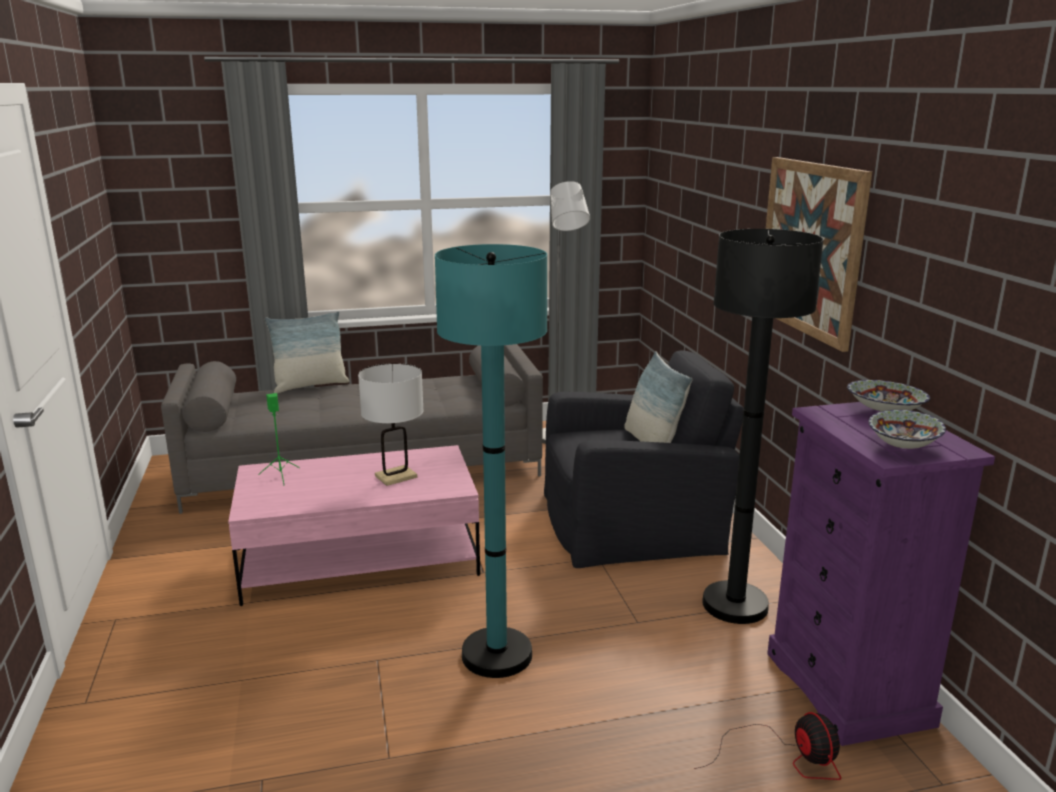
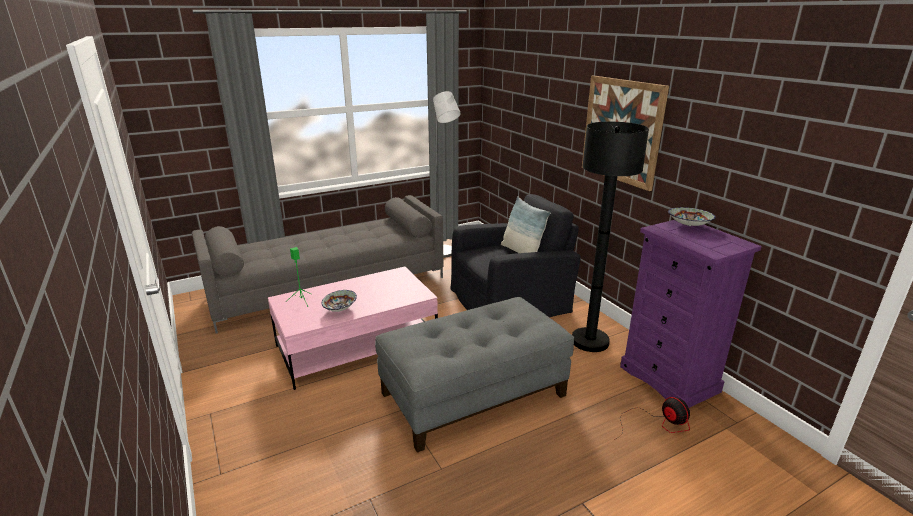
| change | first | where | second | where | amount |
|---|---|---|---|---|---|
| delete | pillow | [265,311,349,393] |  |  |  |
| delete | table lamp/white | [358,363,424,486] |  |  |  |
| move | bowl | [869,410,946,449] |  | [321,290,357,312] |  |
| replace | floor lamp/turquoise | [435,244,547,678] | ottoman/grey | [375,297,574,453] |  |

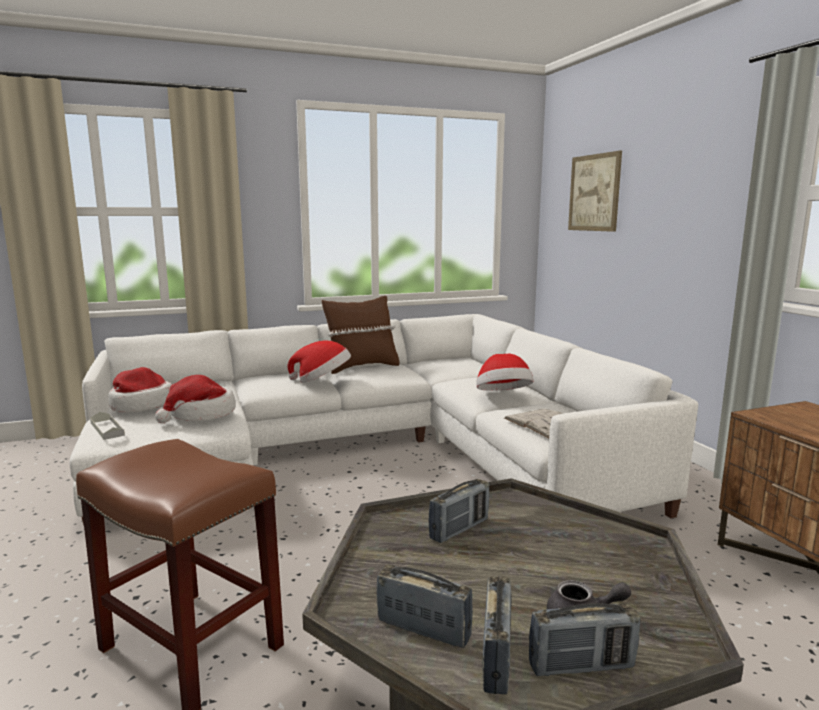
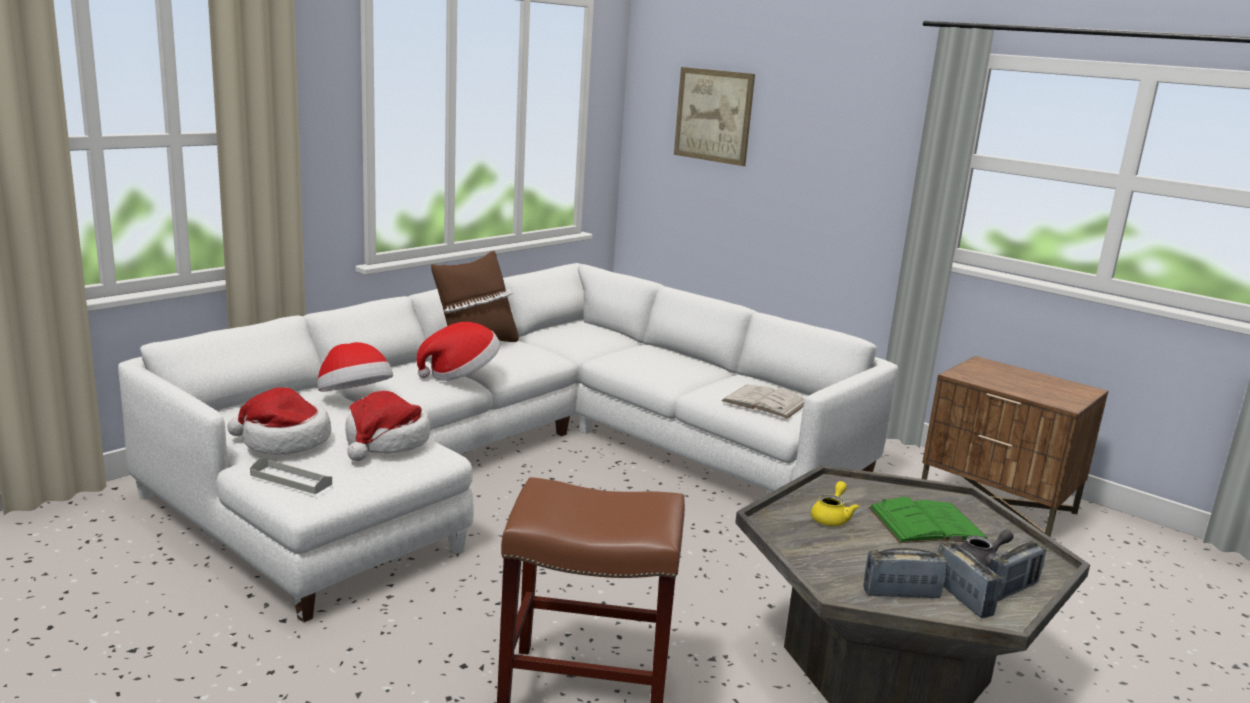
| change | first | where | second | where | amount |
|---|---|---|---|---|---|
| insert |  |  | book/green | [868,497,988,543] |  |
| move | hat | [476,354,534,390] |  | [317,342,393,392] |  |
| replace | radio | [428,479,489,543] | teapot/yellow | [811,481,859,526] |  |

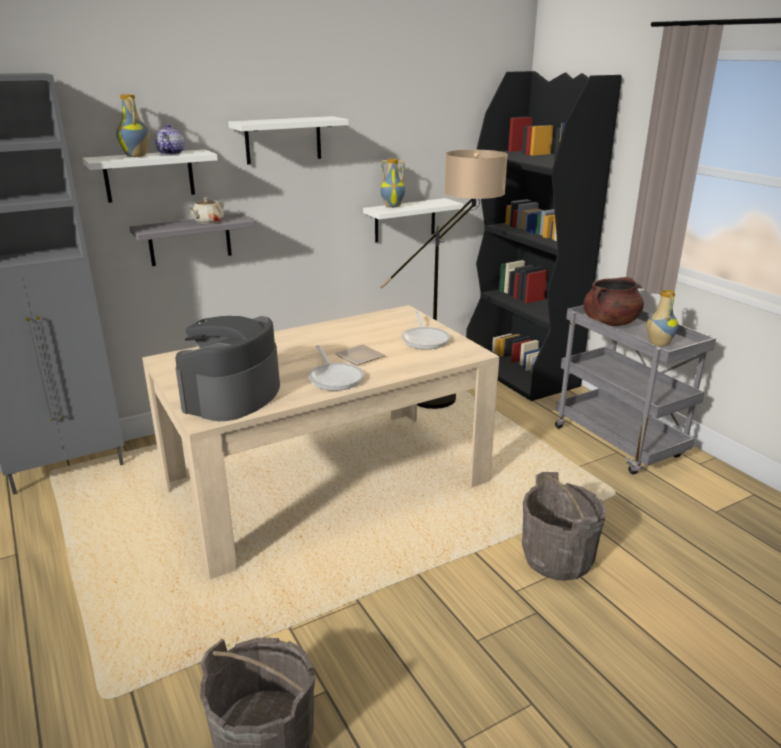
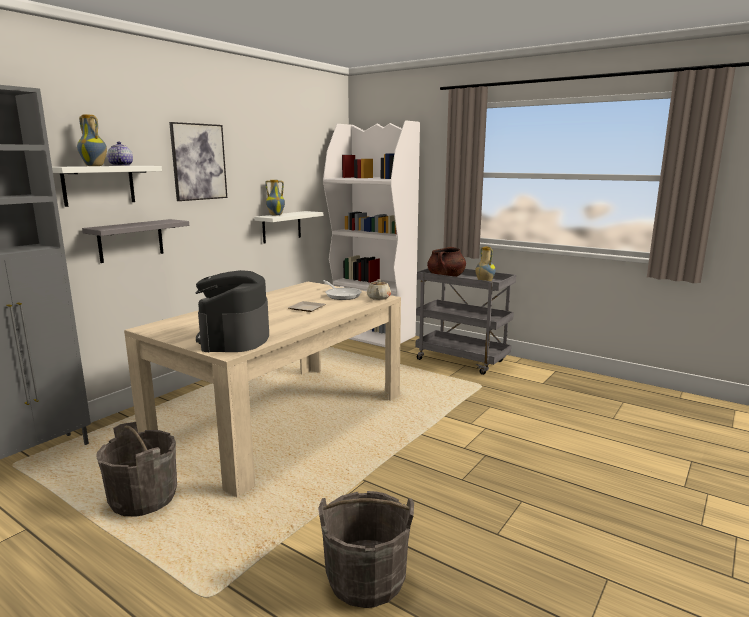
| change | first | where | second | where | amount |
|---|---|---|---|---|---|
| delete | frying pan | [308,345,364,391] |  |  |  |
| delete | floor lamp | [381,150,508,409] |  |  |  |
| move | teapot/beige | [187,197,224,224] |  | [367,279,391,300] |  |
| move | bucket/grey | [522,472,607,581] |  | [96,422,177,516] |  |
| replace | shelf/white | [228,116,349,164] | picture | [169,122,227,201] |  |
| recolor | bookcase/black | [466,71,622,401] | bookcase/white | [323,120,420,347] |  |

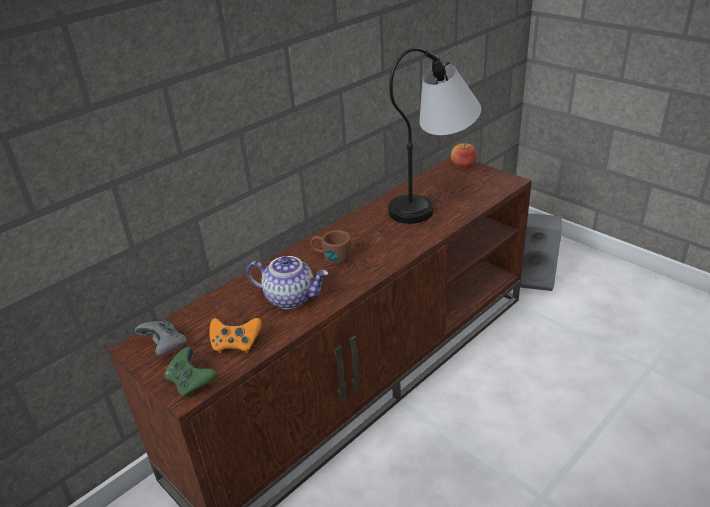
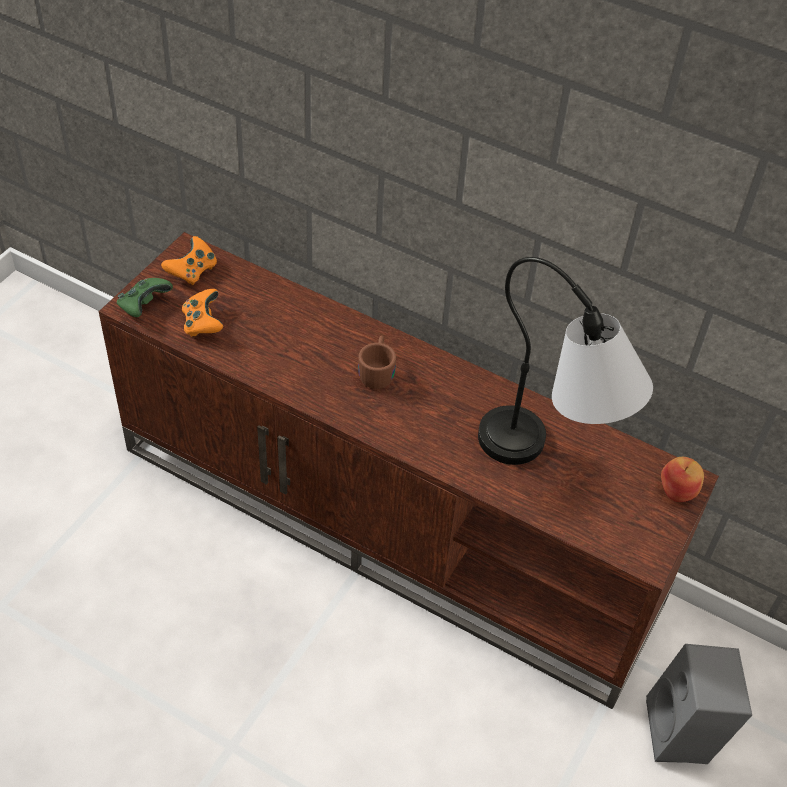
| change | first | where | second | where | amount |
|---|---|---|---|---|---|
| delete | teapot | [247,256,329,309] |  |  |  |
| recolor | game controller/grey | [135,319,187,356] | game controller/orange | [161,236,217,285] |  |

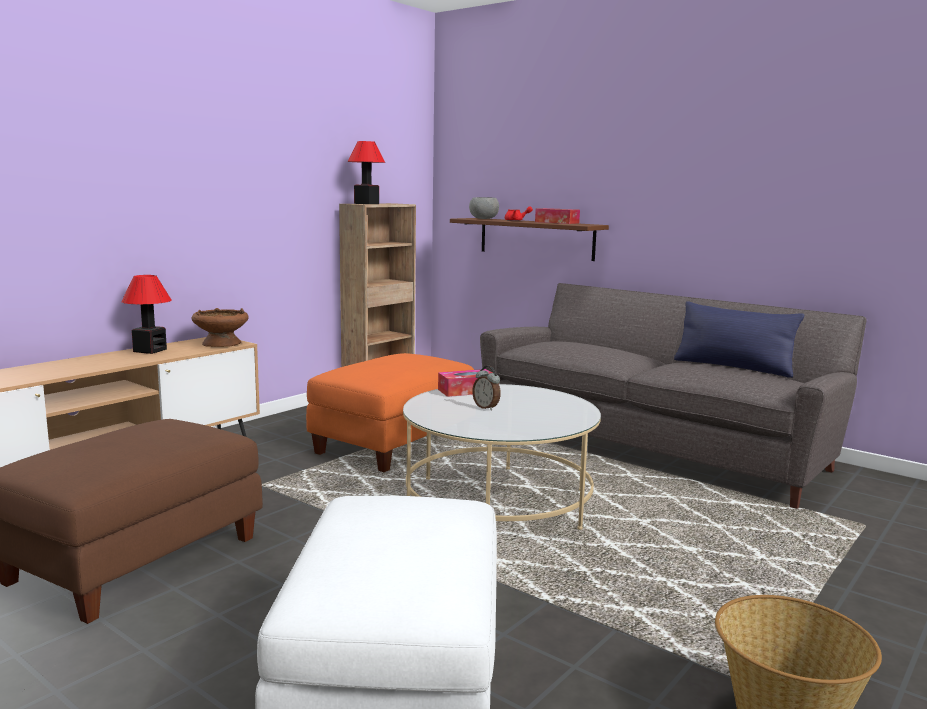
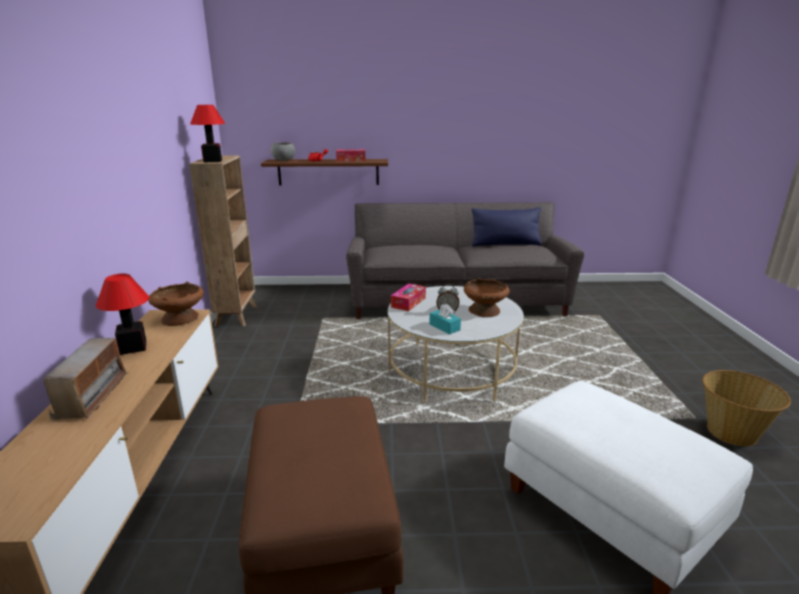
| change | first | where | second | where | amount |
|---|---|---|---|---|---|
| delete | ottoman/orange | [306,353,474,472] |  |  |  |
| insert |  |  | radio | [44,338,128,420] |  |
| insert |  |  | tissue box/turquoise | [429,304,461,334] |  |
| insert |  |  | bowl/brown | [464,278,510,317] |  |

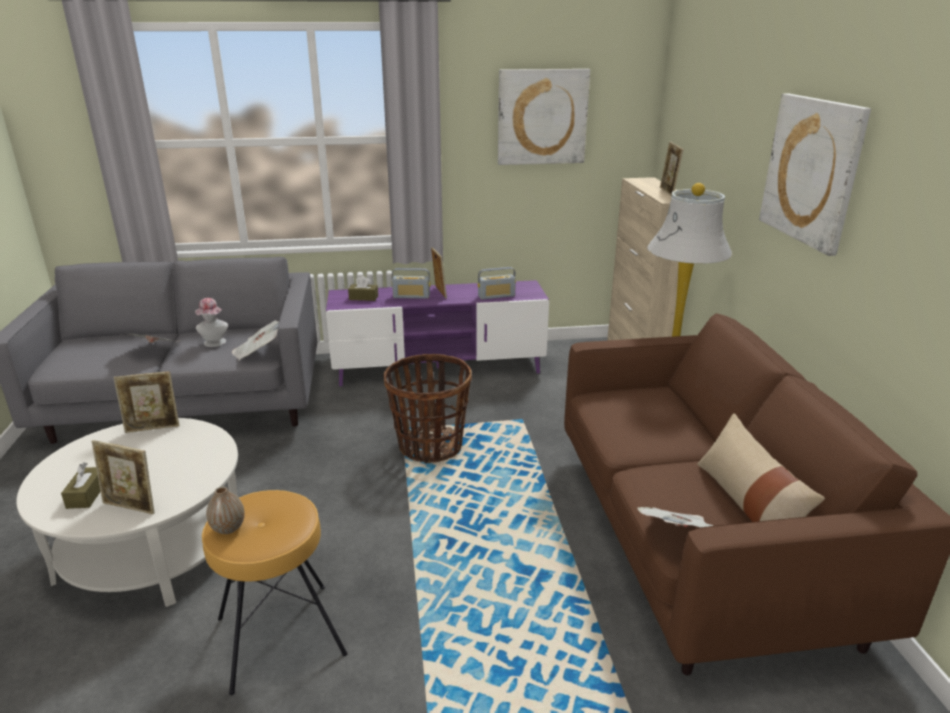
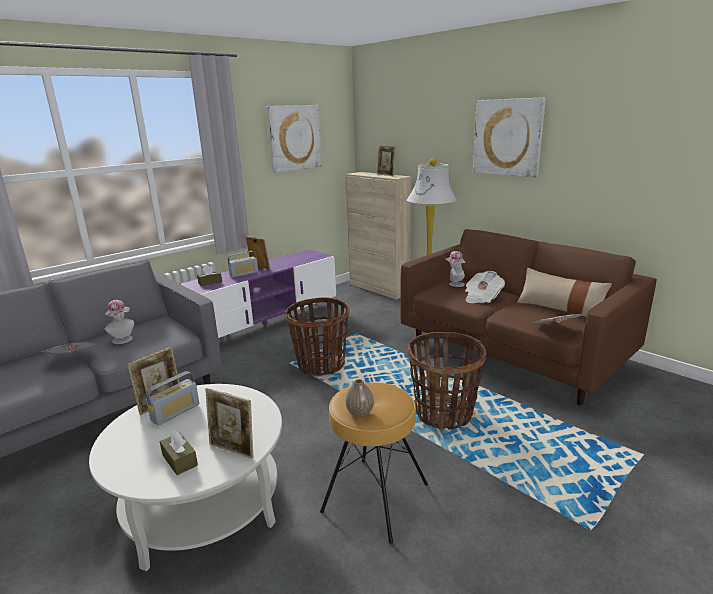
| change | first | where | second | where | amount |
|---|---|---|---|---|---|
| insert |  |  | basket | [408,332,486,430] |  |
| insert |  |  | hat | [446,251,466,287] |  |
| move | newspaper | [232,320,279,360] |  | [465,271,505,303] |  |
| move | radio | [478,267,516,300] |  | [146,371,199,426] |  |
| rotate | picture frame | [92,440,155,514] |  | [205,388,253,458] | 45 degrees clockwise |

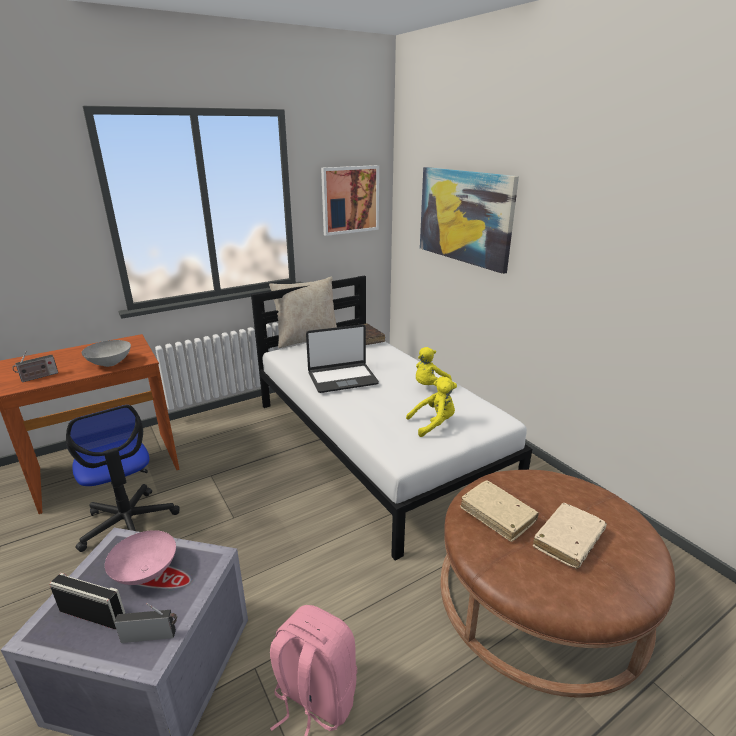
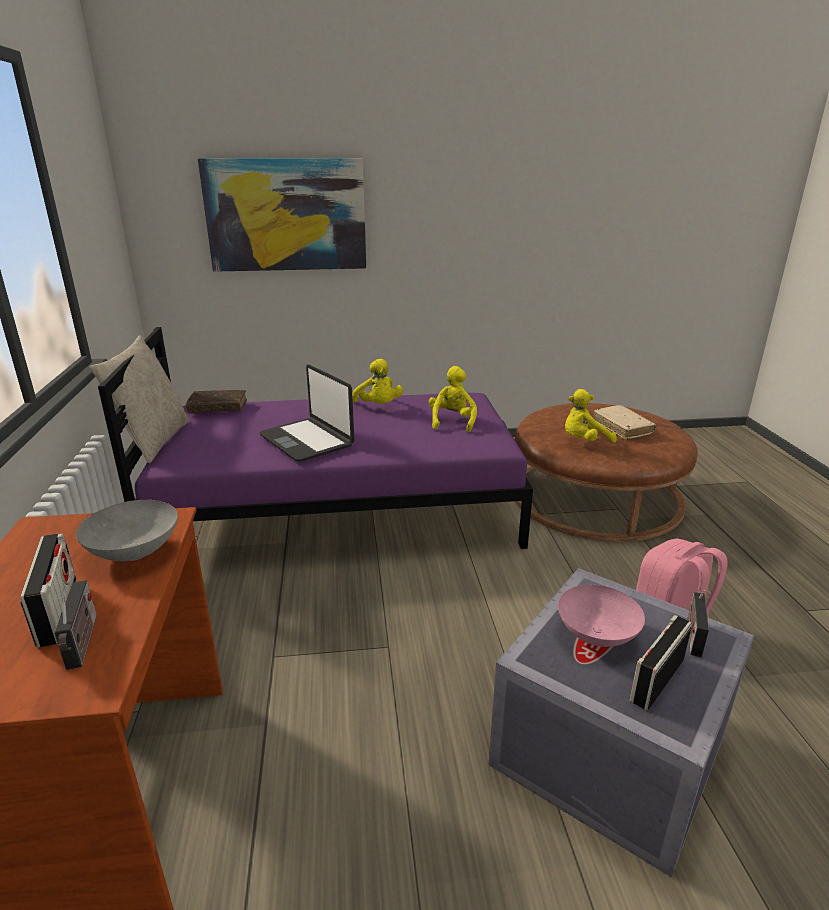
| change | first | where | second | where | amount |
|---|---|---|---|---|---|
| delete | office chair | [66,405,180,552] |  |  |  |
| delete | picture | [321,165,379,236] |  |  |  |
| insert |  |  | radio | [20,533,76,647] |  |
| replace | book/beige | [460,480,539,542] | plush toy/yellow | [565,389,617,443] |  |
| recolor | bed/white | [251,276,532,560] | bed/purple | [98,327,533,549] |  |
| rotate | laptop | [306,324,379,393] |  | [259,364,354,462] | 135 degrees clockwise |

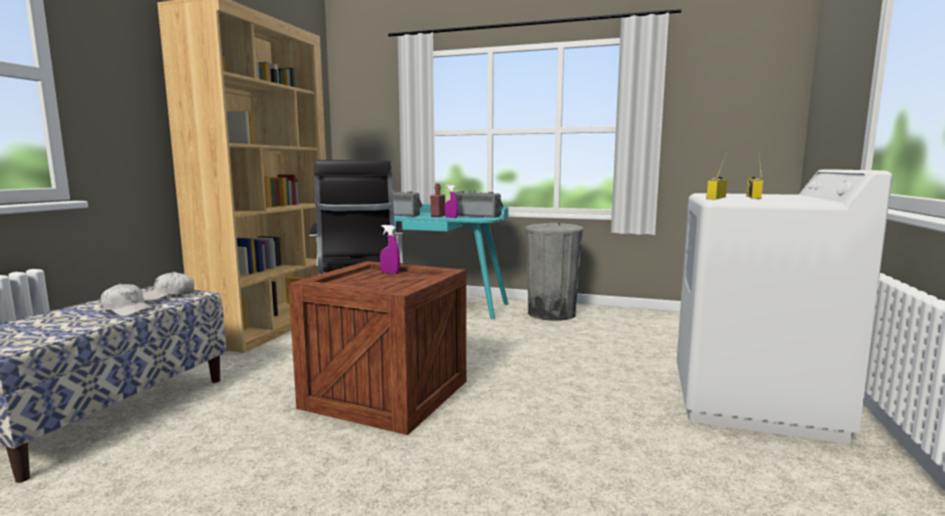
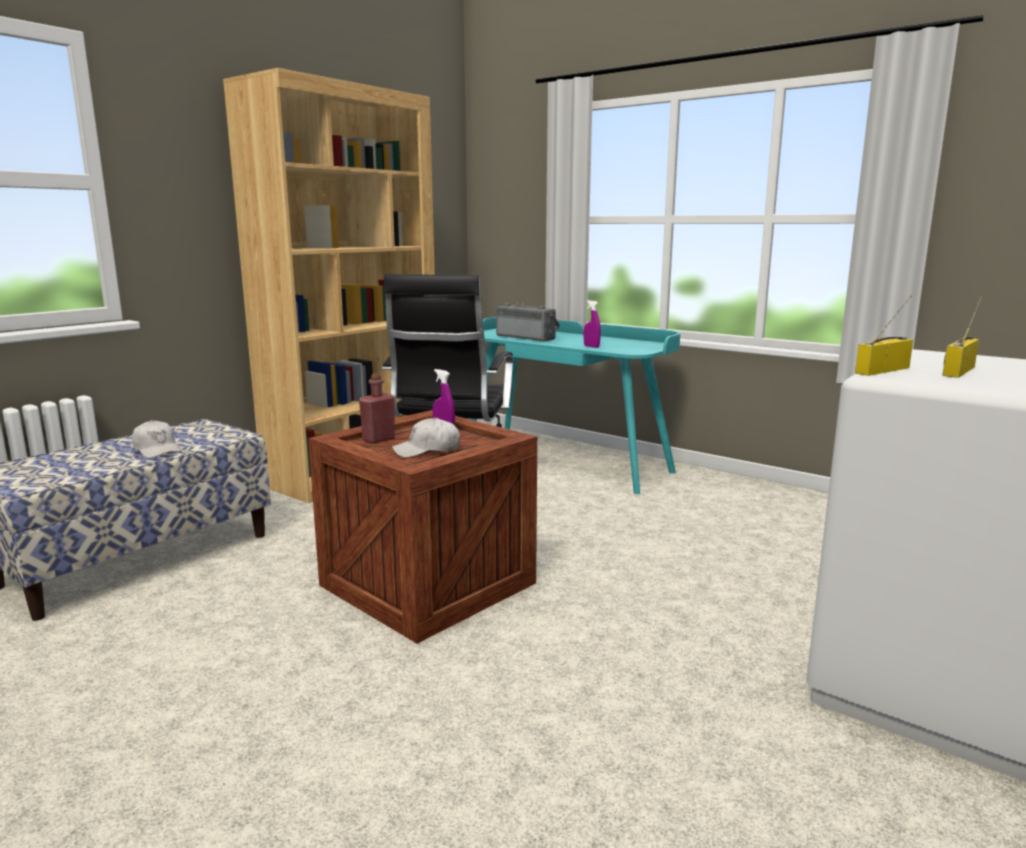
| change | first | where | second | where | amount |
|---|---|---|---|---|---|
| delete | radio | [455,190,503,218] |  |  |  |
| delete | trash can/grey | [525,223,584,321] |  |  |  |
| move | cap/white | [142,272,194,301] |  | [392,417,460,458] |  |
| move | bottle/red | [430,184,445,217] |  | [359,374,395,443] |  |

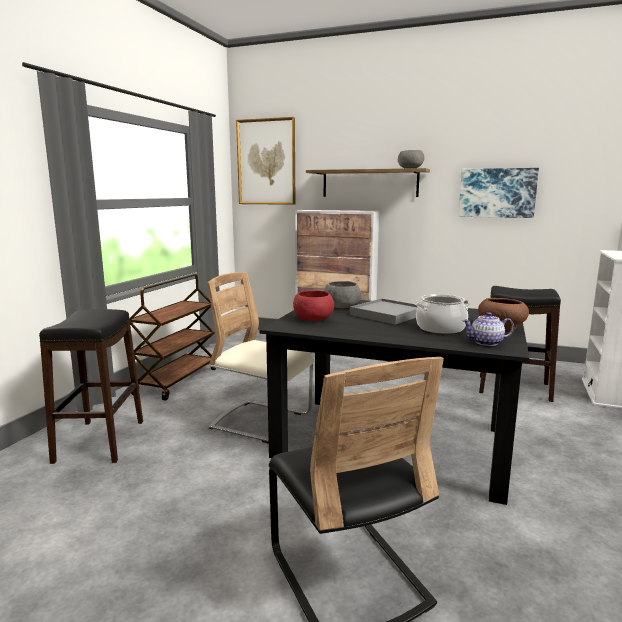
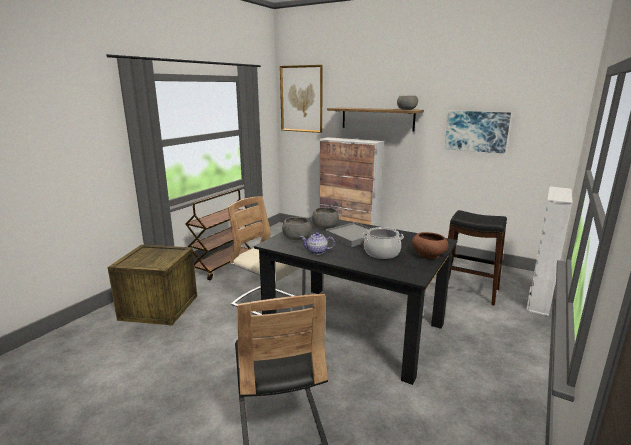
| change | first | where | second | where | amount |
|---|---|---|---|---|---|
| move | teapot | [462,312,514,346] |  | [300,232,335,255] |  |
| replace | stool/black | [39,309,143,464] | crate | [108,245,197,325] |  |
| recolor | bowl/red | [293,290,334,321] | bowl/grey | [282,217,312,240] |  |

